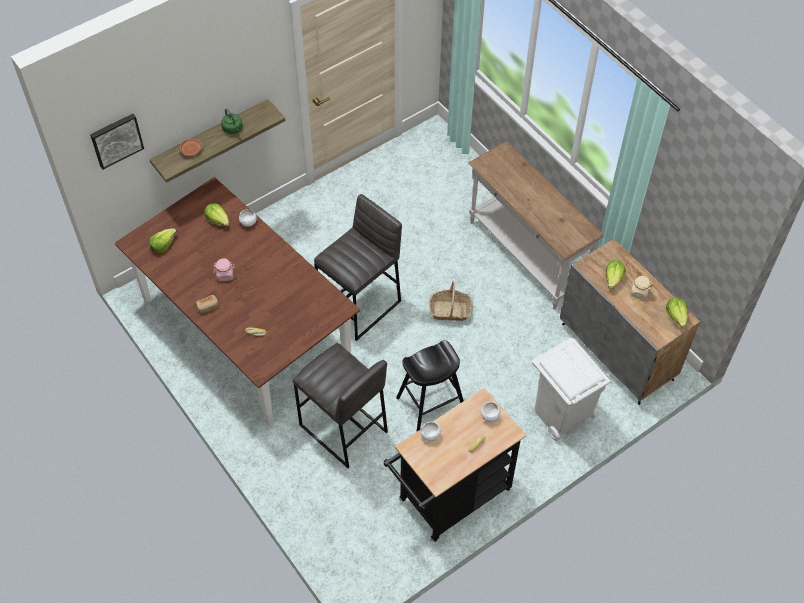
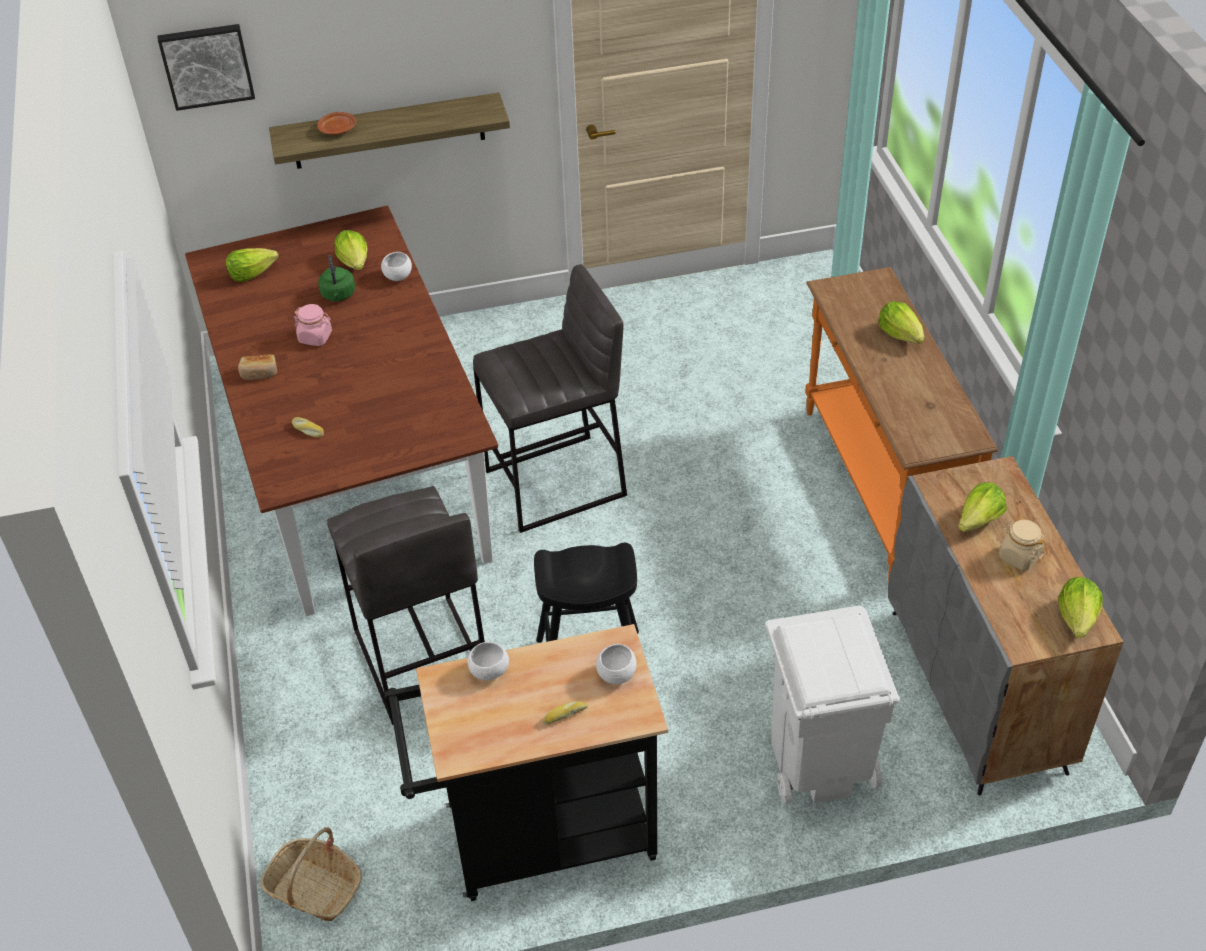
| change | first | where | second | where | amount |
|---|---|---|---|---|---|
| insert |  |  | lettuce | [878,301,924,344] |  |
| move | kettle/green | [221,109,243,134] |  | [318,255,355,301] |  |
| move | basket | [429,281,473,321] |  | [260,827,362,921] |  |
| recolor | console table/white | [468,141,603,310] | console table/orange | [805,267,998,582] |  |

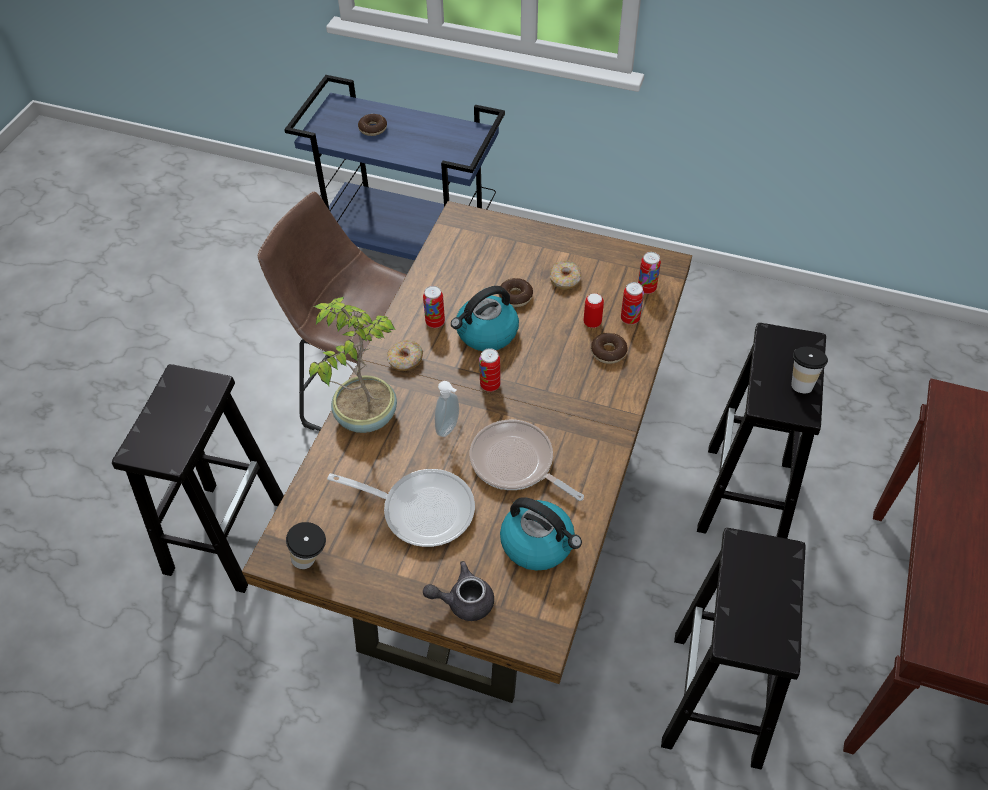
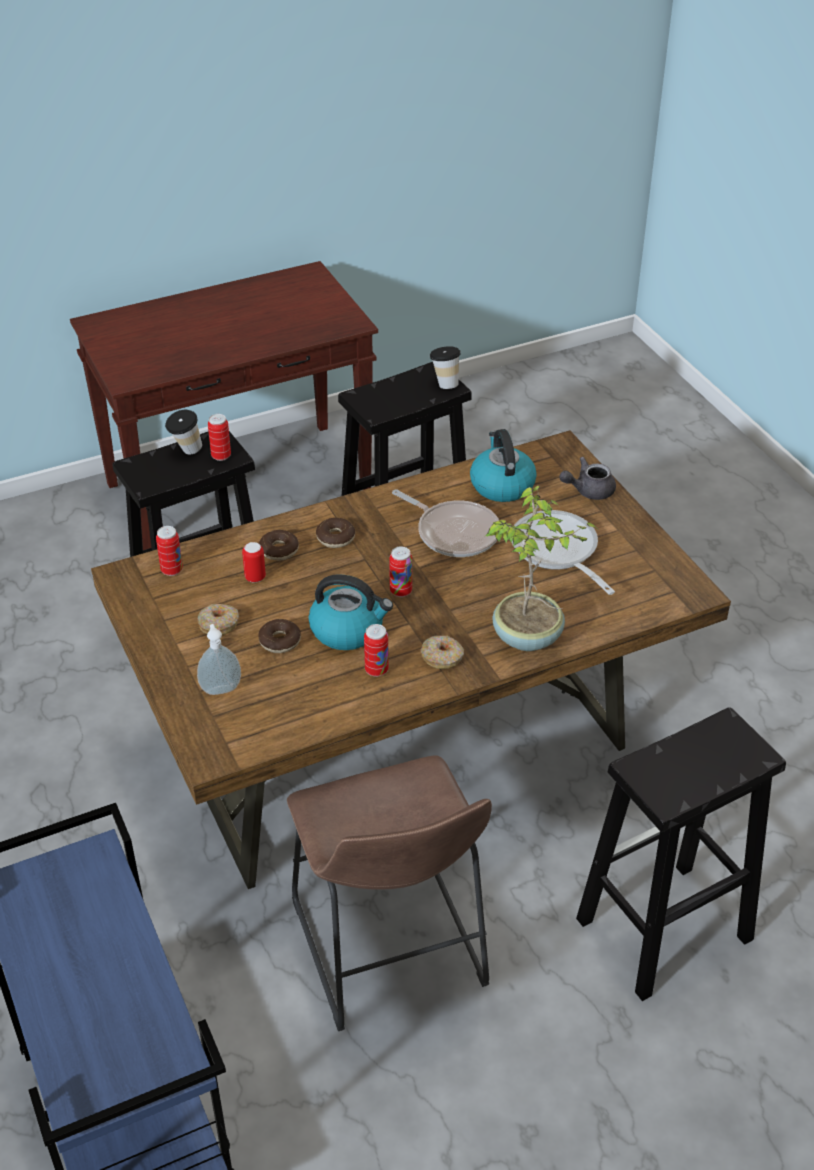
| change | first | where | second | where | amount |
|---|---|---|---|---|---|
| move | cup | [286,522,326,569] |  | [430,346,461,389] |  |
| move | donut | [358,114,387,136] |  | [316,518,355,548] |  |
| move | soap dispenser | [435,381,459,437] |  | [197,624,241,695] |  |
| move | can | [621,282,644,325] |  | [208,414,231,461] |  |
| rotate | teapot/grey | [423,561,494,621] |  | [559,457,616,500] | 120 degrees clockwise |
| rotate | frying pan | [470,420,584,501] |  | [392,489,499,557] | 45 degrees counterclockwise |

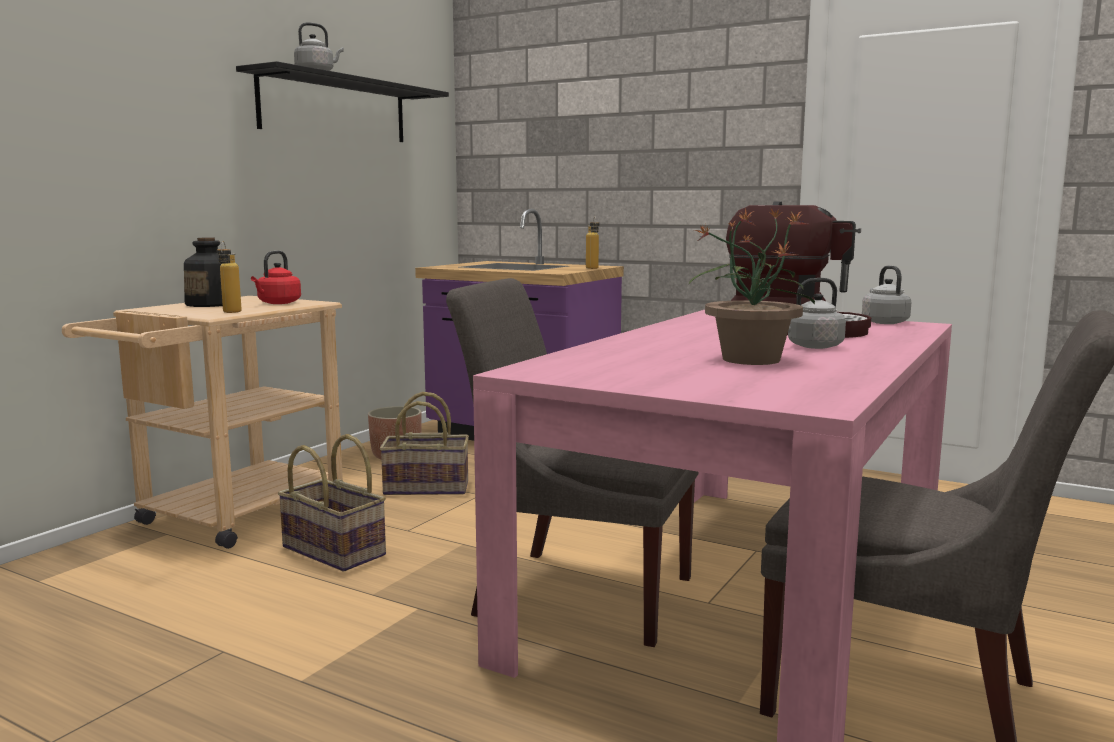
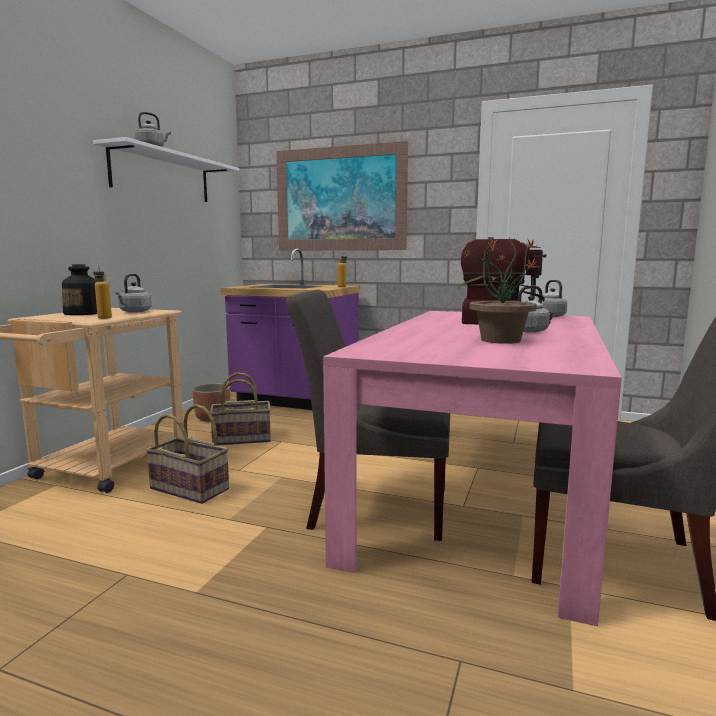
| change | first | where | second | where | amount |
|---|---|---|---|---|---|
| insert |  |  | picture | [276,141,408,251] |  |
| recolor | shelf/black | [236,61,449,142] | shelf/white | [93,137,239,202] |  |
| recolor | kettle/red | [251,250,301,304] | kettle/grey | [115,274,152,313] |  |

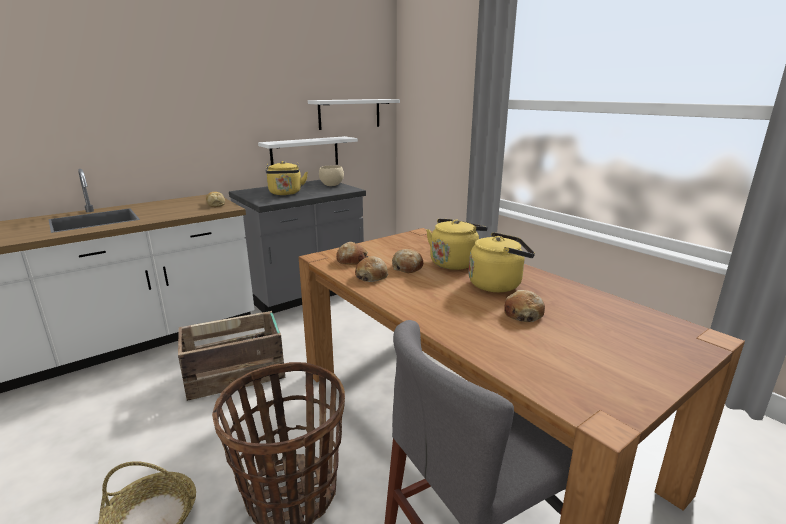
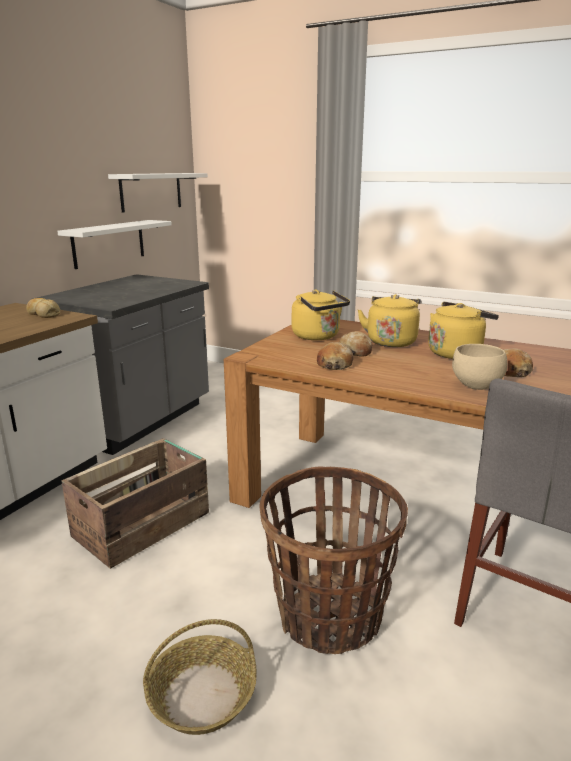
| change | first | where | second | where | amount |
|---|---|---|---|---|---|
| delete | bread | [336,242,368,265] |  |  |  |
| move | kettle/yellow | [266,161,308,195] |  | [292,290,350,340] |  |
| move | bowl/beige | [319,165,344,186] |  | [452,344,508,390] |  |

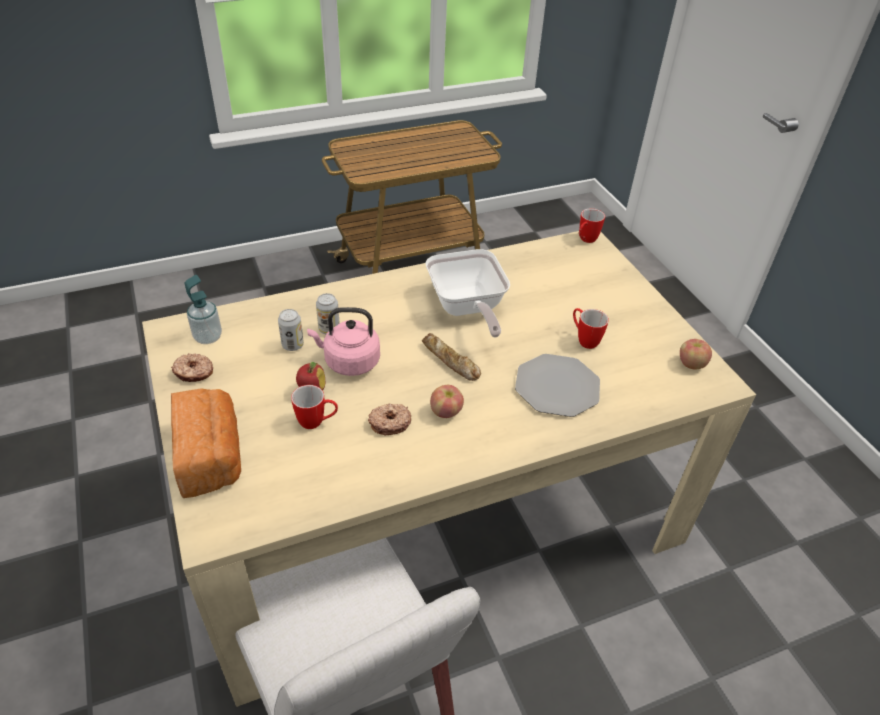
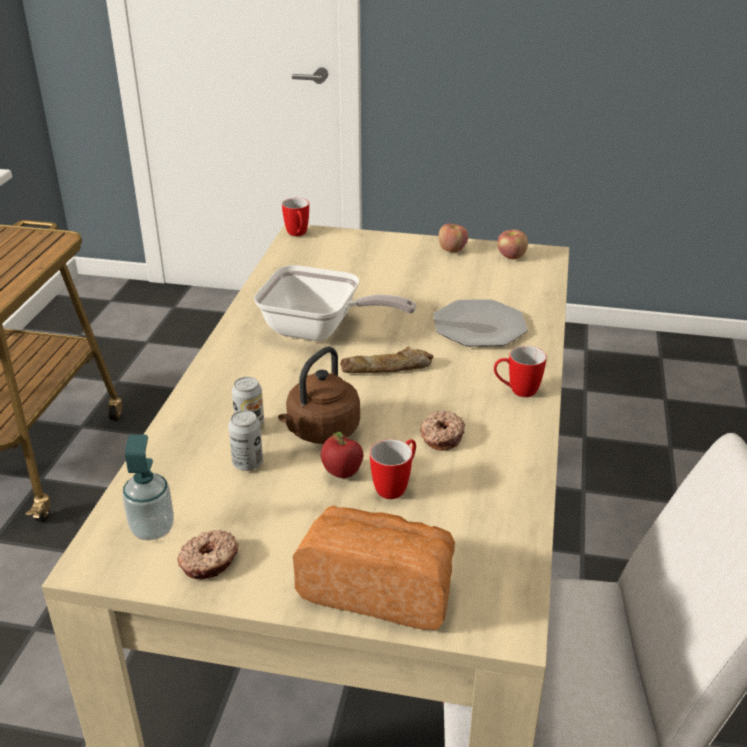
| change | first | where | second | where | amount |
|---|---|---|---|---|---|
| move | apple | [430,385,464,418] |  | [438,223,468,252] |  |
| move | mug | [573,308,609,349] |  | [494,346,547,397] |  |
| recolor | kettle/pink | [307,307,380,376] | kettle/brown | [278,346,360,444] |  |

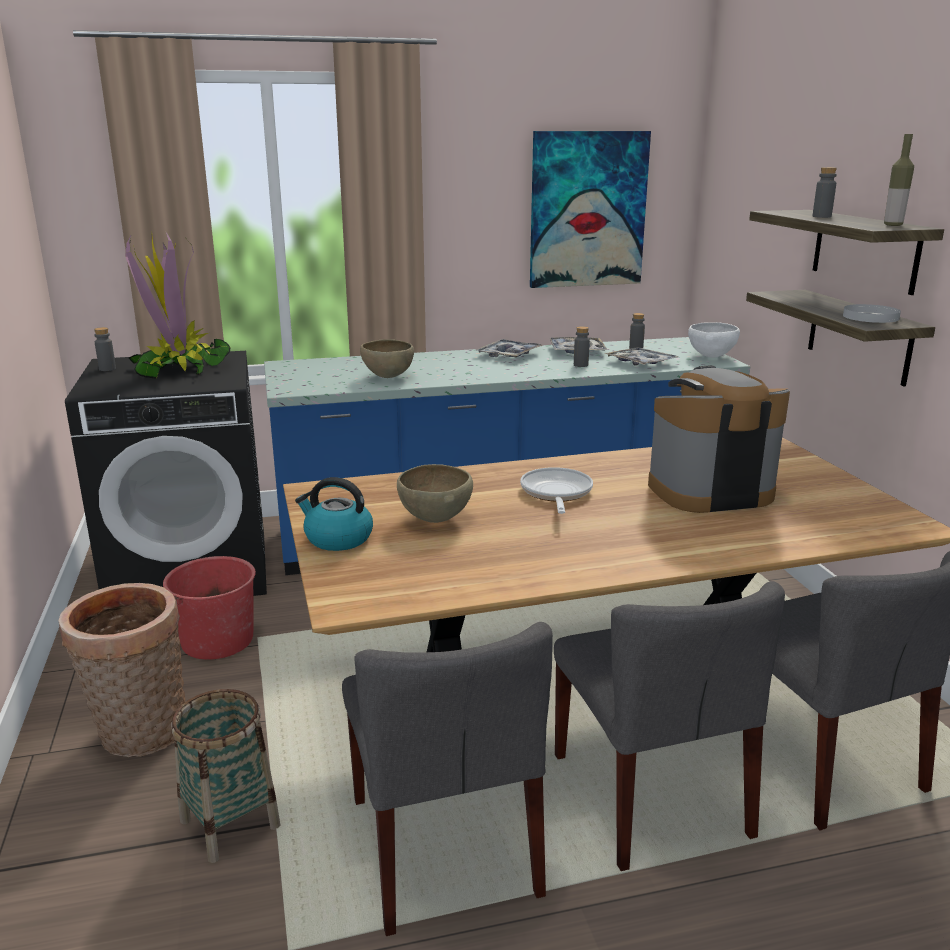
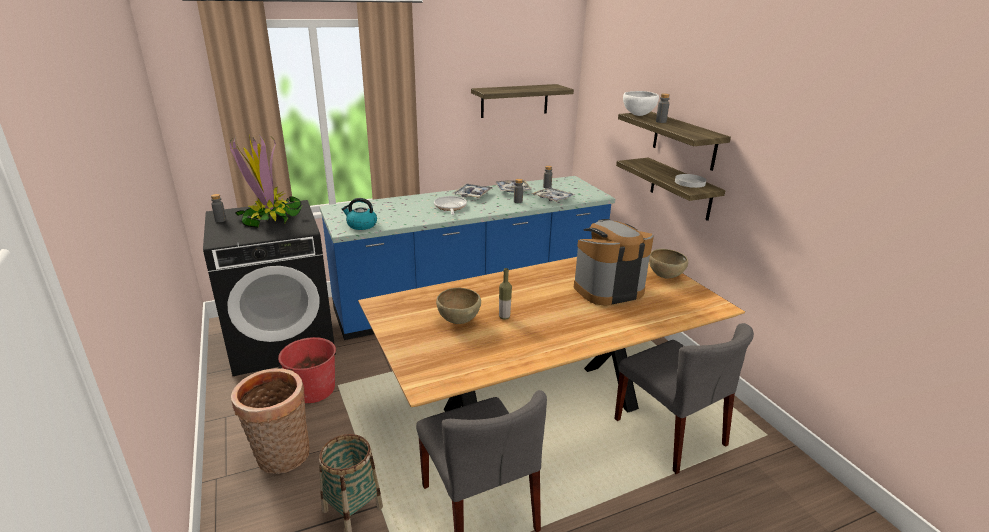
| change | first | where | second | where | amount |
|---|---|---|---|---|---|
| delete | chair/grey | [554,581,785,871] |  |  |  |
| move | kettle | [295,477,373,551] |  | [342,198,377,230] |  |
| move | bowl/brown | [360,339,414,378] |  | [649,249,688,279] |  |
| move | frying pan | [520,467,593,514] |  | [434,196,467,215] |  |
| move | bowl/white | [688,322,740,358] |  | [623,91,659,116] |  |
| move | bottle | [884,134,914,226] |  | [499,268,512,320] |  |
| replace | picture | [530,131,651,288] | shelf | [471,84,574,118] |  |

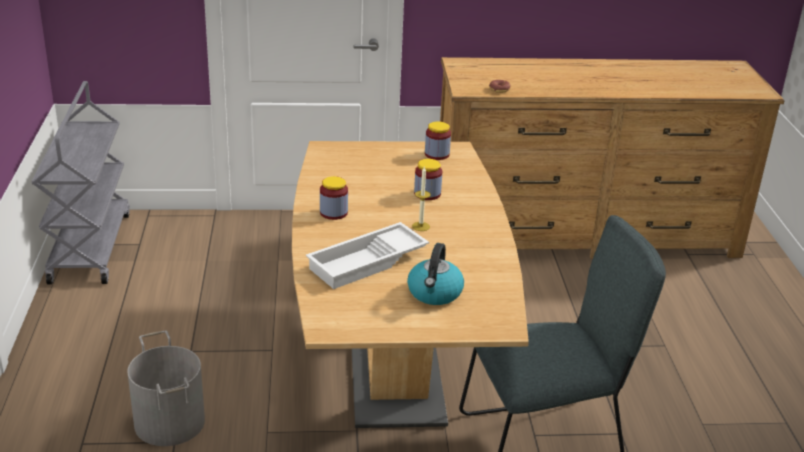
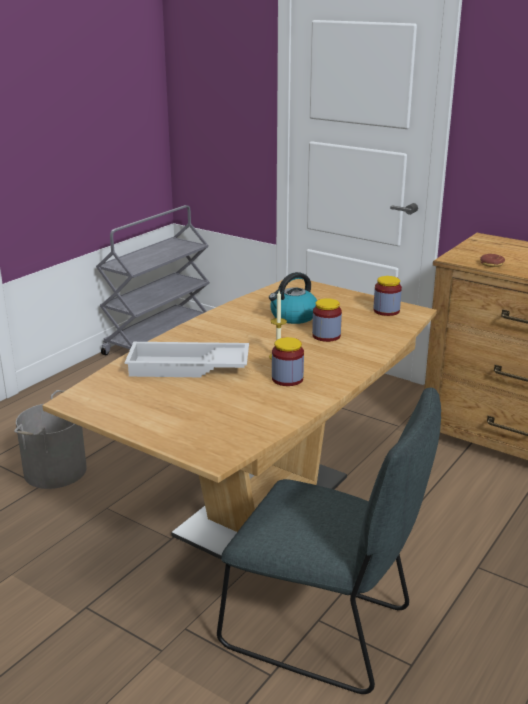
| change | first | where | second | where | amount |
|---|---|---|---|---|---|
| move | jar | [320,176,348,220] |  | [272,337,304,386] |  |
| move | kettle | [407,243,464,305] |  | [269,272,317,324] |  |

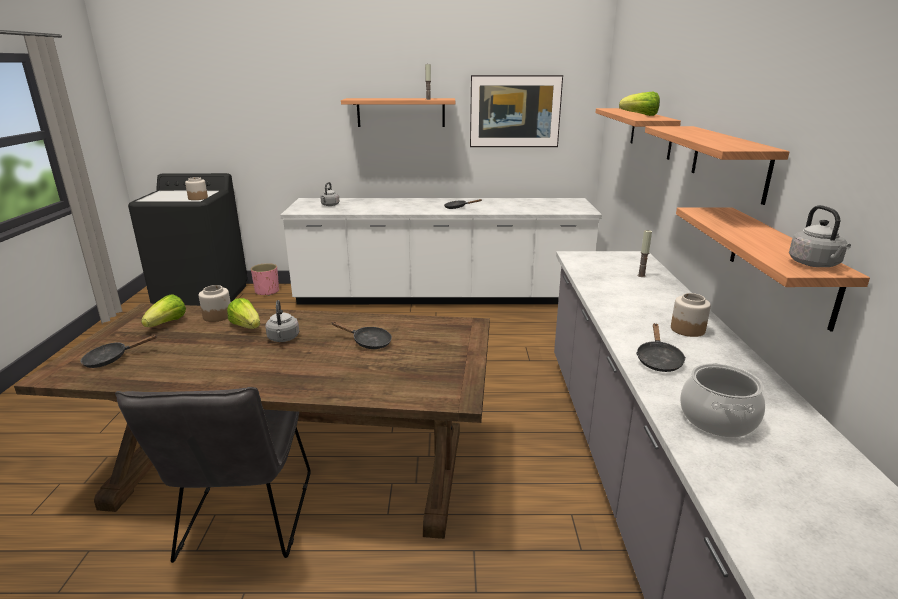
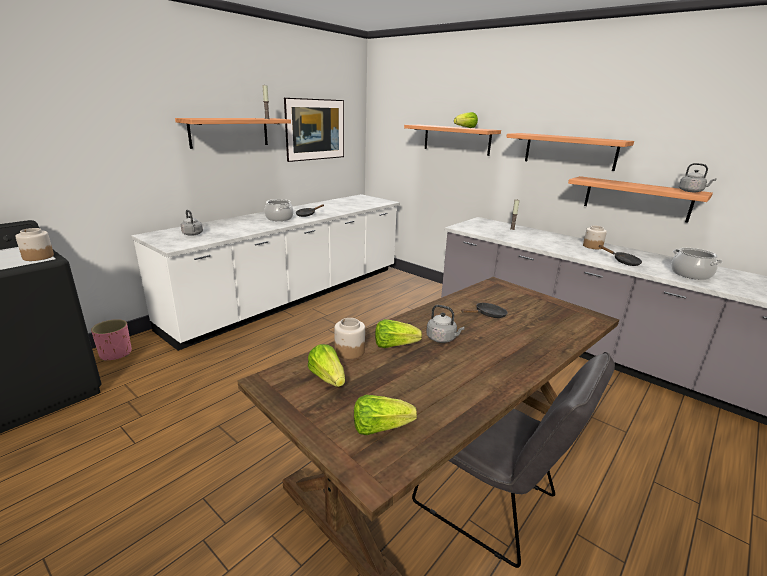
| change | first | where | second | where | amount |
|---|---|---|---|---|---|
| insert |  |  | cooking pot | [264,199,293,221] |  |
| replace | frying pan/black | [81,335,156,368] | lettuce | [354,395,417,435] |  |

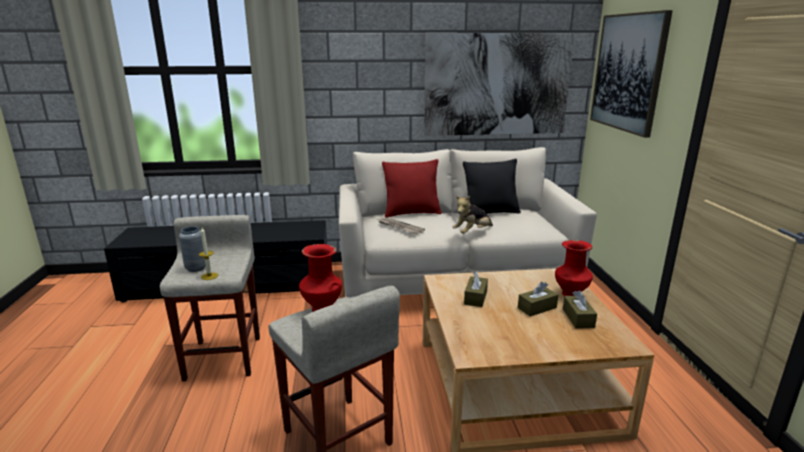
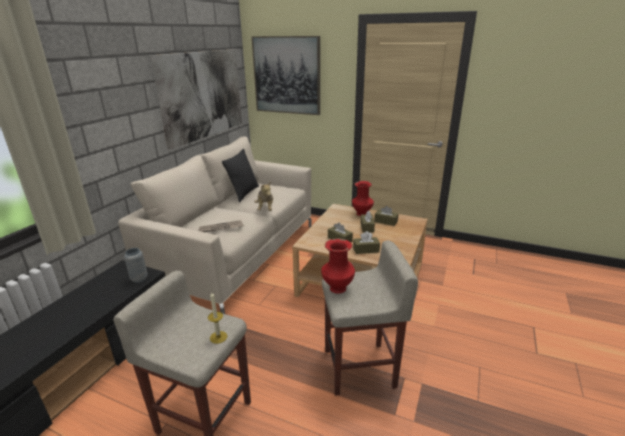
| change | first | where | second | where | amount |
|---|---|---|---|---|---|
| delete | pillow/red | [382,159,442,218] |  |  |  |
| insert |  |  | tissue box/brown | [353,231,380,254] |  |
| move | vase/grey | [179,226,206,272] |  | [124,248,148,283] |  |

